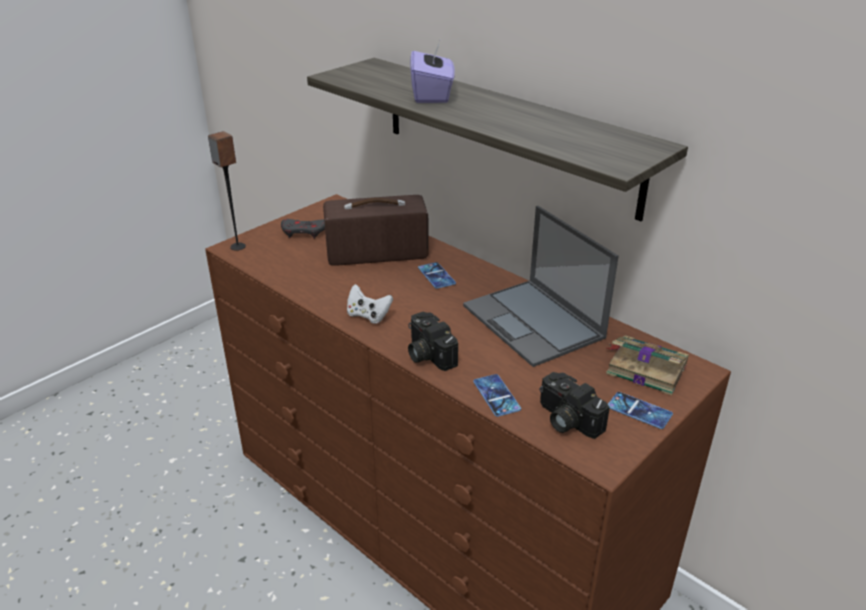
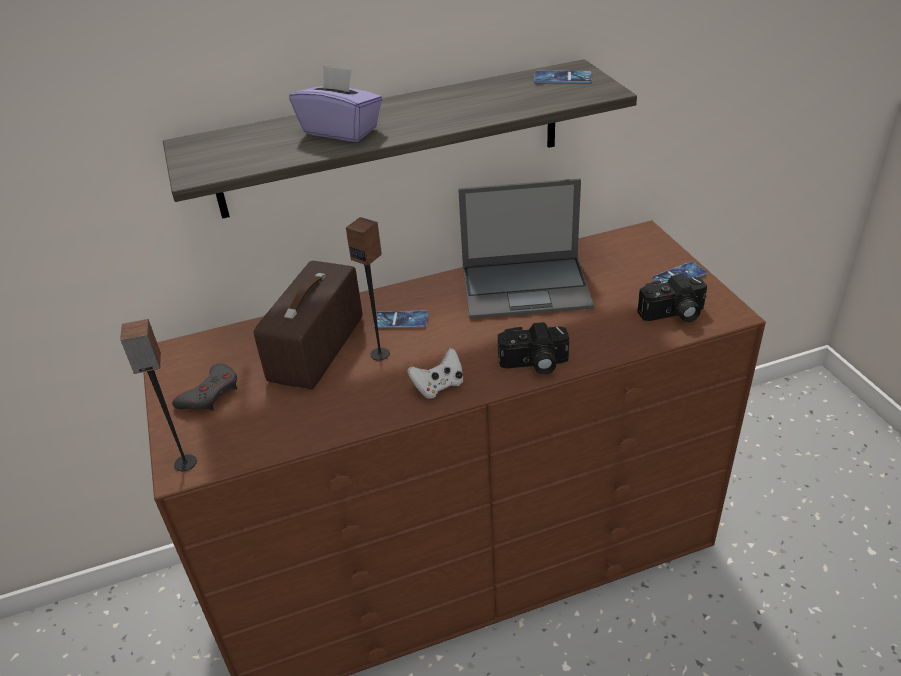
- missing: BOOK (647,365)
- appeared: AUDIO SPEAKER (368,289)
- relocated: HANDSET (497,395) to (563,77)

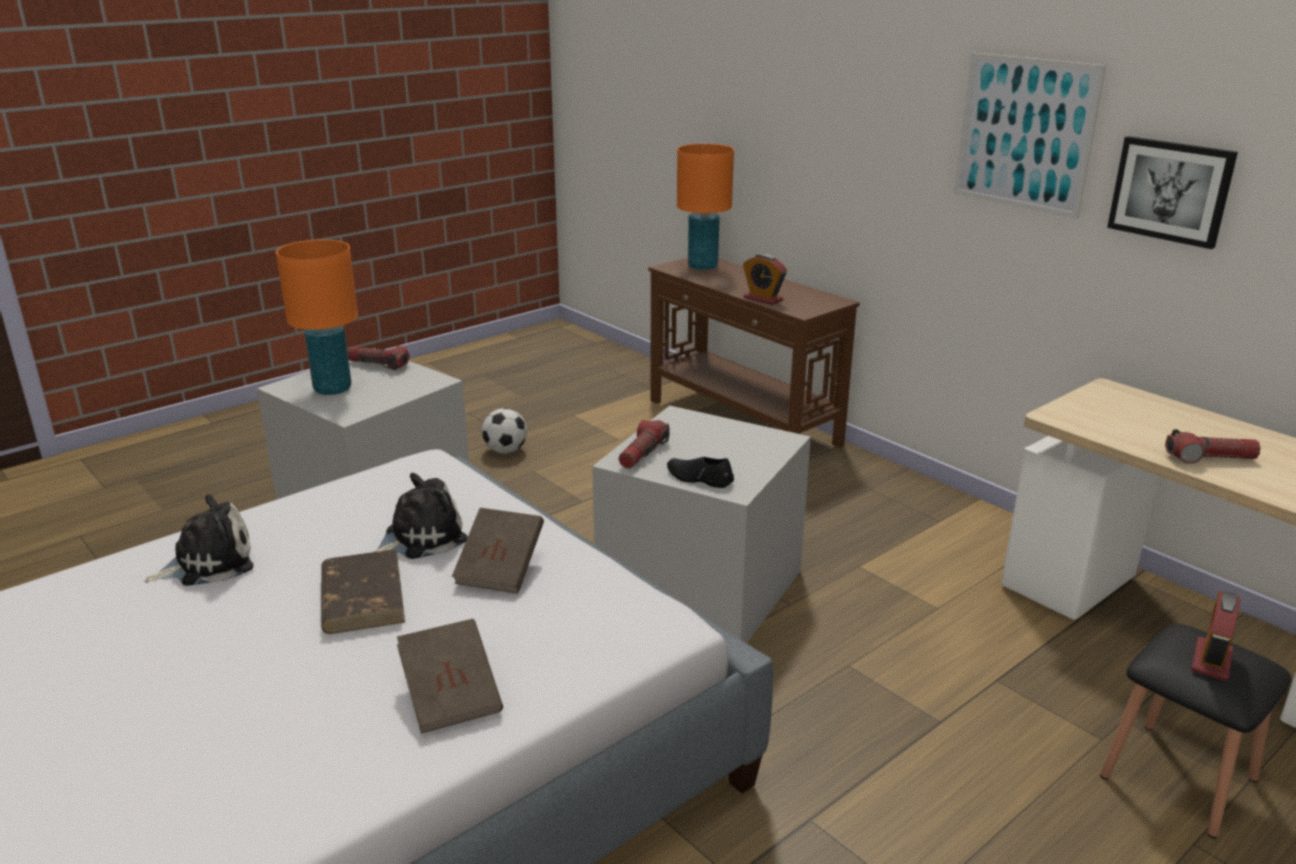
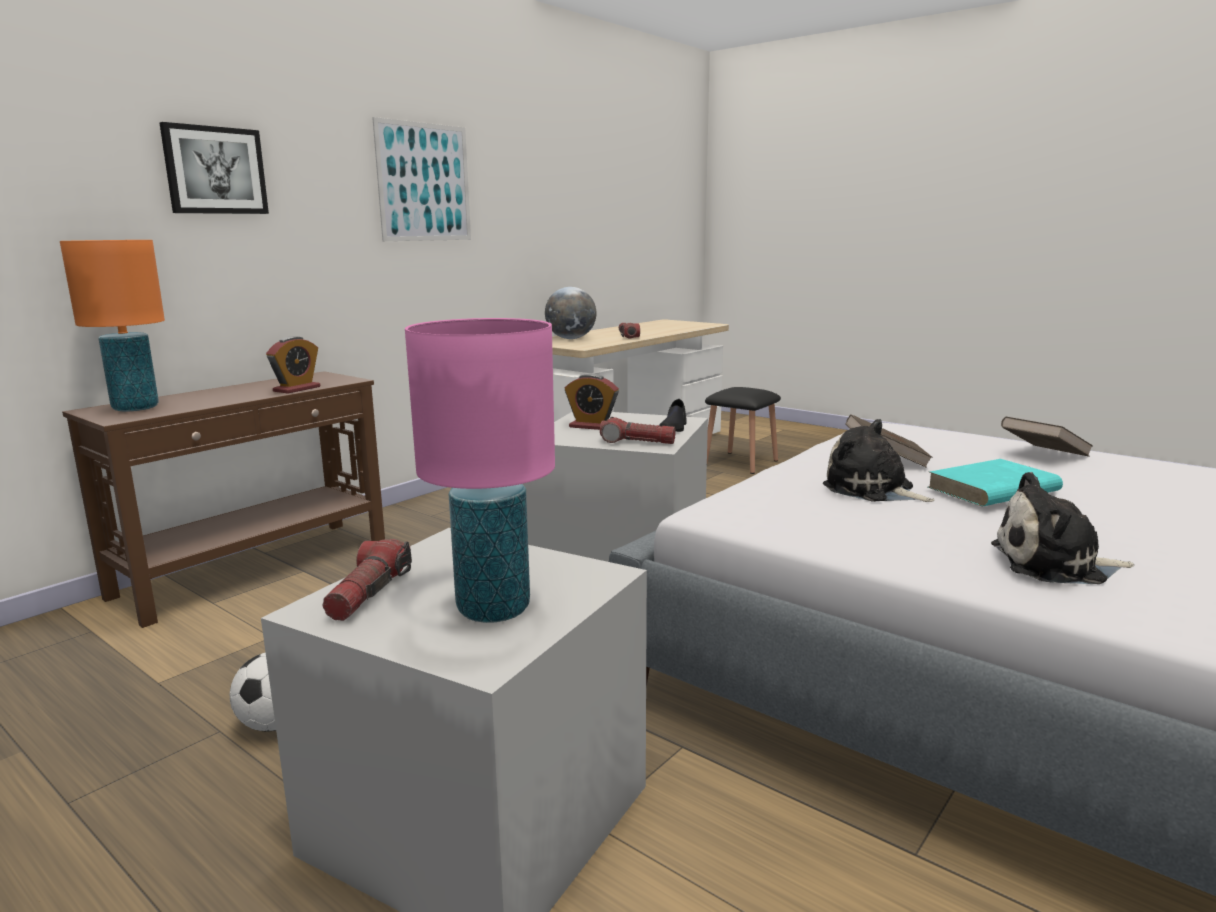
- appeared: DESK GLOBE (570,313)
- relocated: PICTURE (1172,192) to (214,168)
- relocated: ALARM CLOCK (1215,636) to (592,402)
- colour: ORANGE TABLE LAMP (317,317) to PINK TABLE LAMP (480,470)
- colour: BROWNISH BOOK (363,591) to TURQUOISE BOOK (995,482)
- spun: SOFT TOY (199,540) = (1062,528) 45 degrees counterclockwise

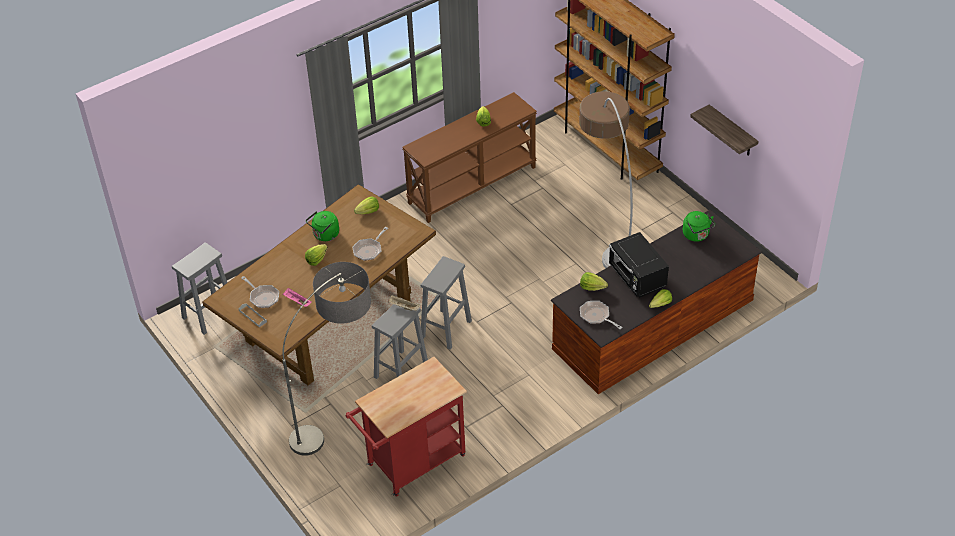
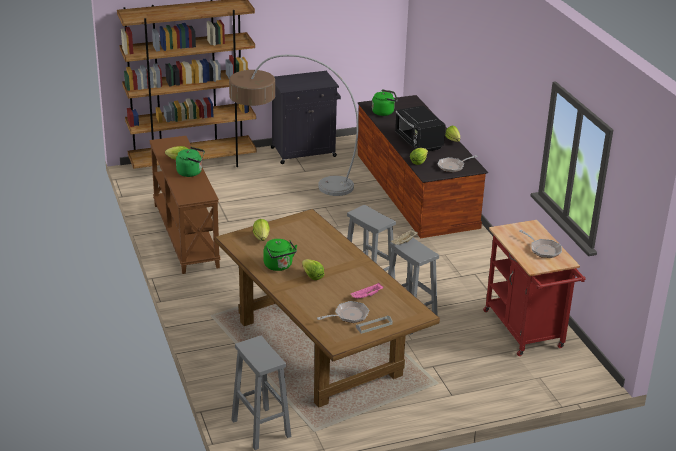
- missing: STANDING LAMP (326,359)
- missing: SHELF (724,130)
- appeared: GREEN-COLOURED TEA KETTLE (190,162)
- appeared: BLACK STORAGE CABINET (306,117)
- relocated: FRYING PAN (370,244) to (540,244)
- spun: BLACK KITCHEN MICROWAVE (639,264) = (420,128) 75 degrees clockwise

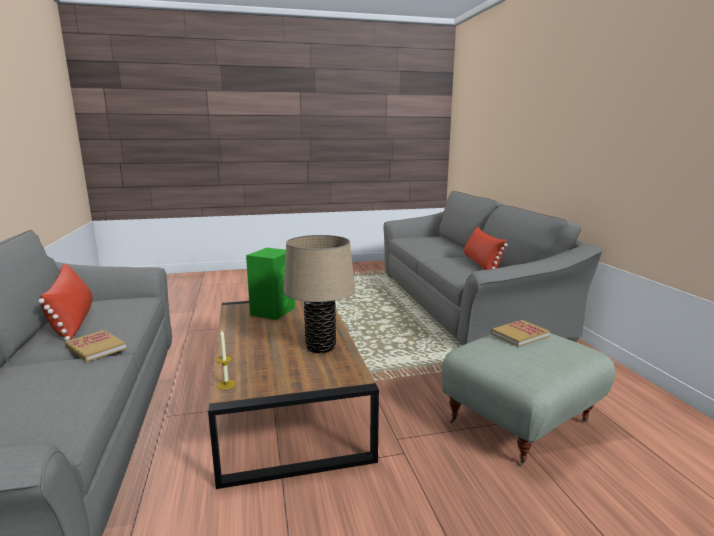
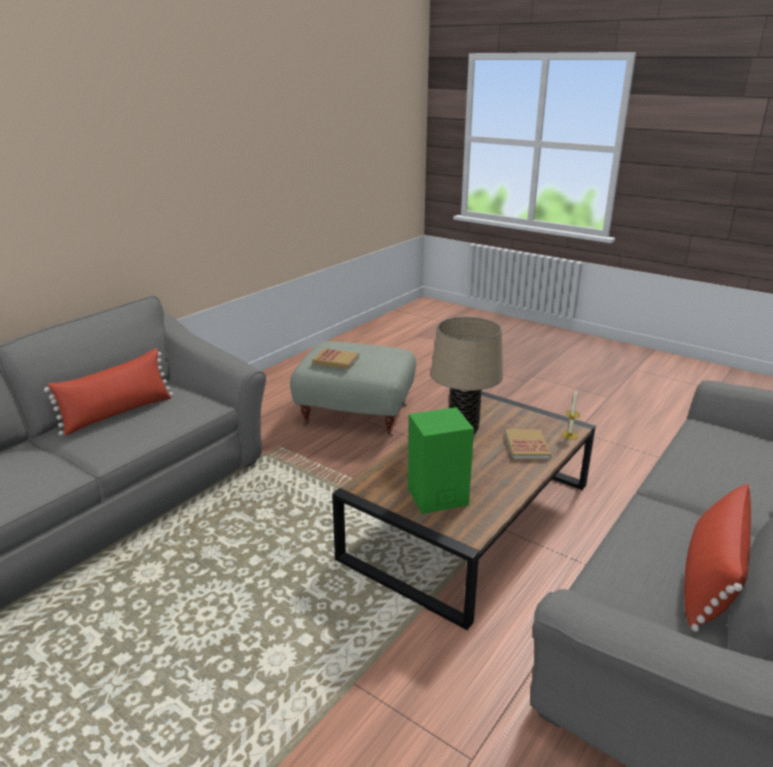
- relocated: BOOK (95,346) to (528,444)

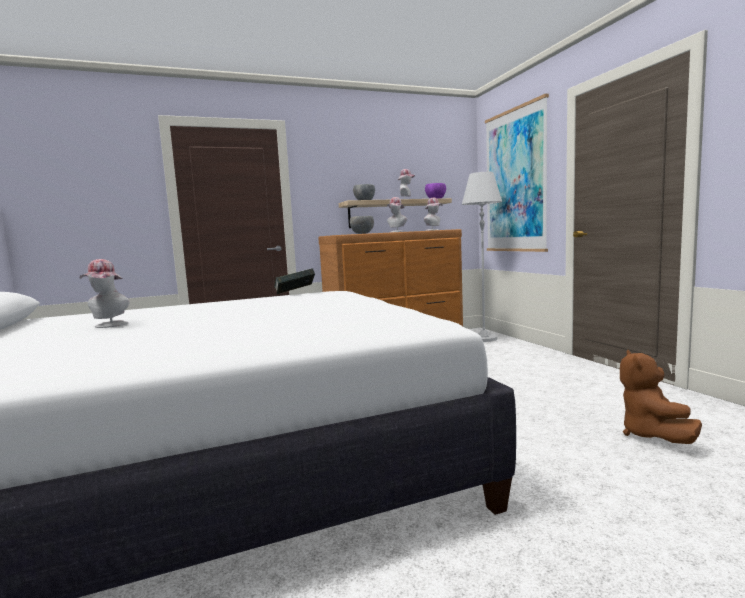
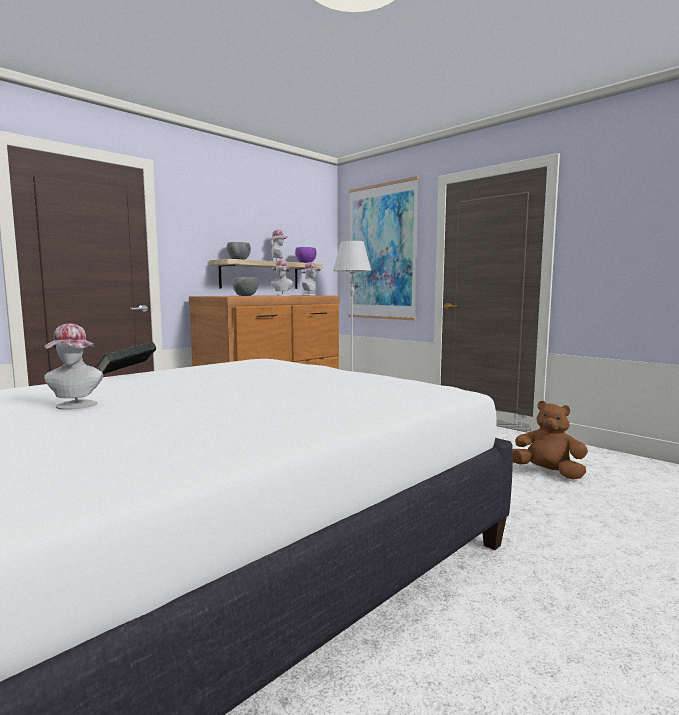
- relocated: BOOK (294,281) to (126,357)
- spun: BROWNISH SOFT TOY (661,397) = (550,440) 135 degrees clockwise

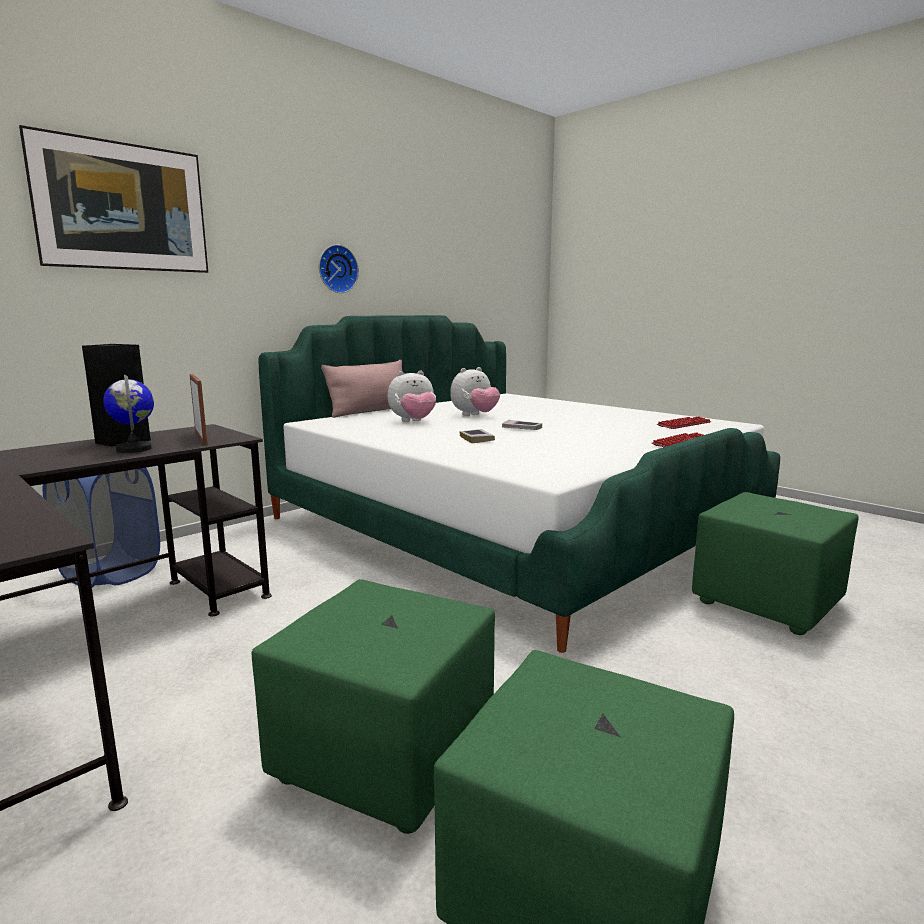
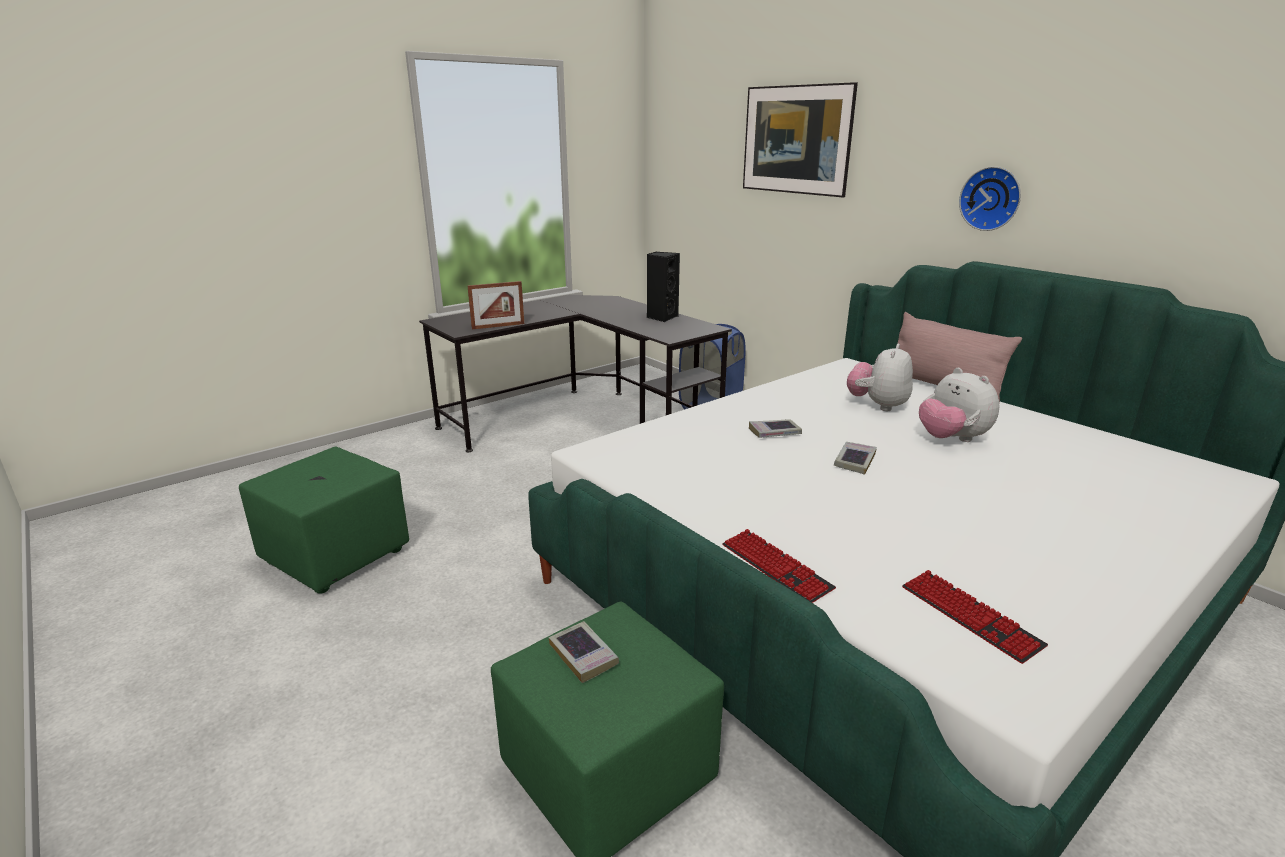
- missing: DESK GLOBE (128,413)
- missing: GREEN-COLOURED OTTOMAN (373,706)
- appeared: BOOK (584,652)
- relocated: STANDING FRAME (198,409) to (495,305)
- spun: SOFT TOY (412,396) = (880,377) 45 degrees clockwise

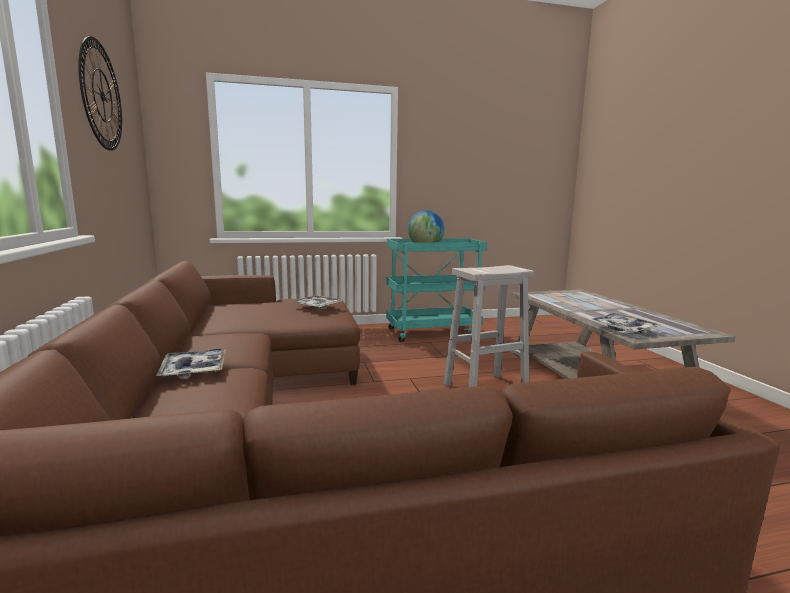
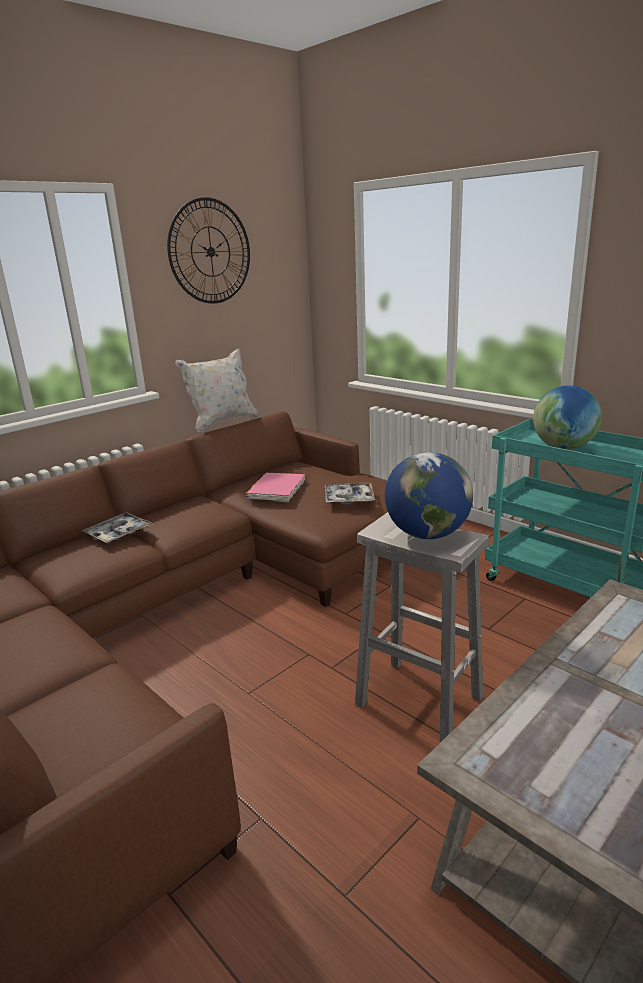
- missing: SERVING TRAY (624,323)
- appeared: WHITISH THROW PILLOW (217,390)
- appeared: PINK BOOK (276,488)
- appeared: DESK GLOBE (429,495)

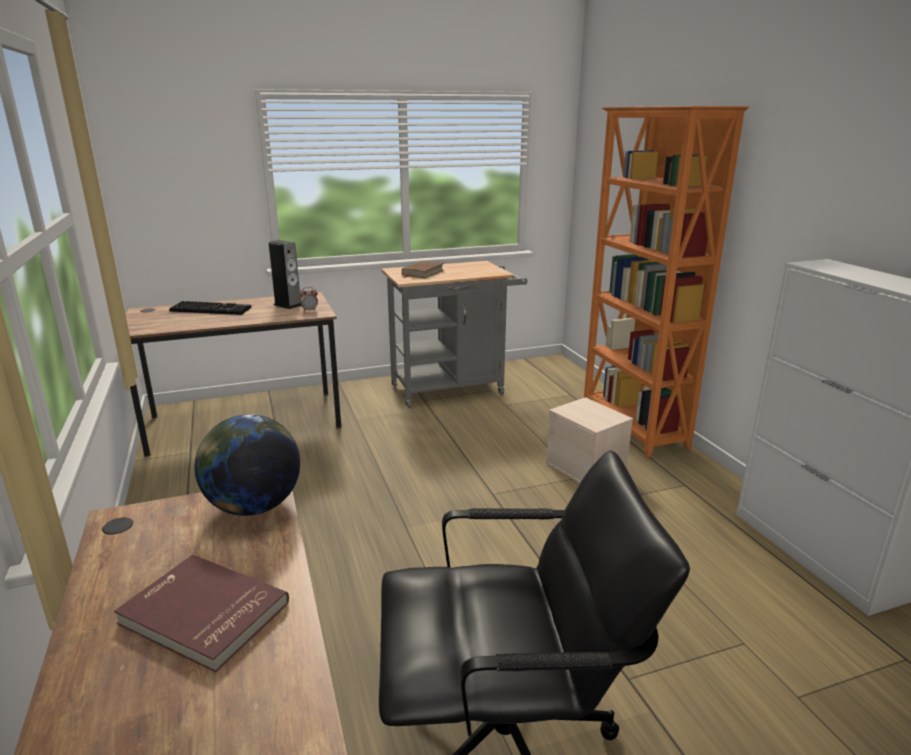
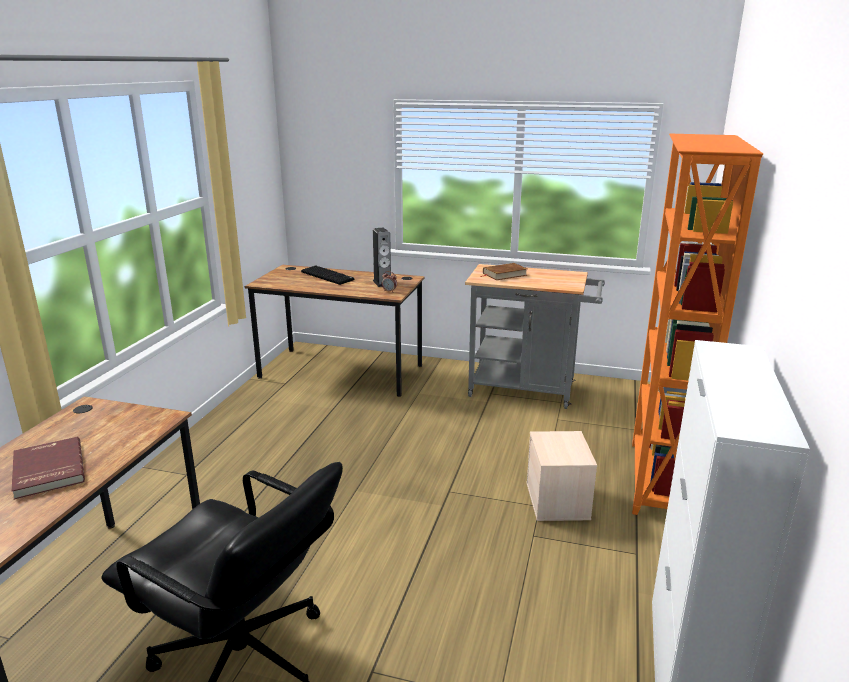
- missing: DESK GLOBE (247,465)

